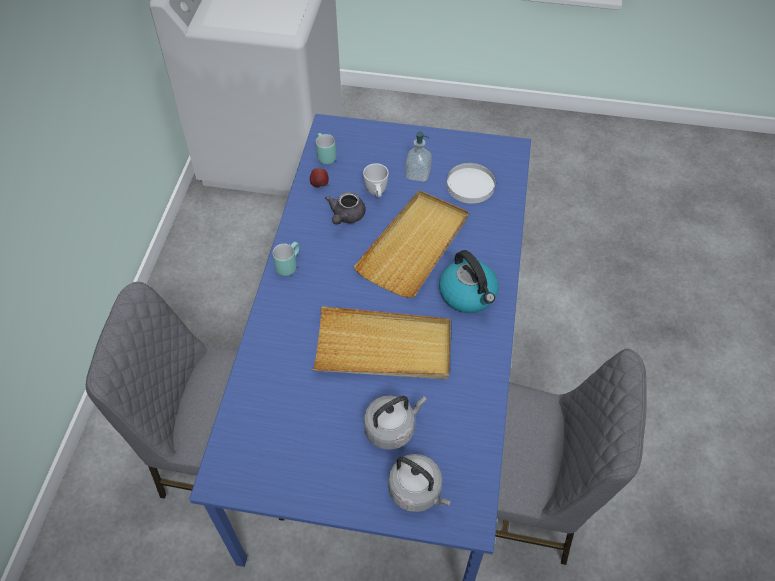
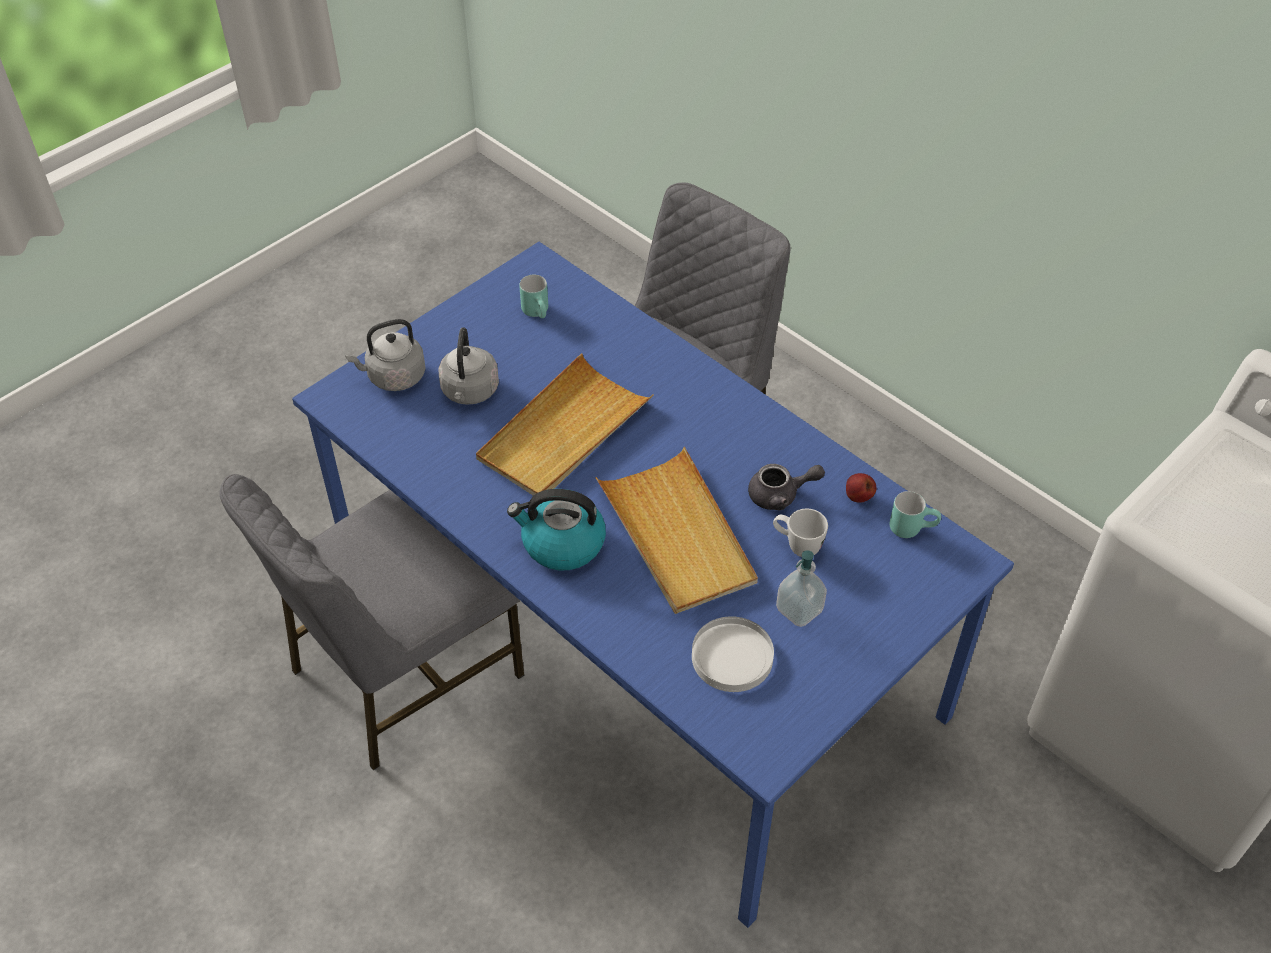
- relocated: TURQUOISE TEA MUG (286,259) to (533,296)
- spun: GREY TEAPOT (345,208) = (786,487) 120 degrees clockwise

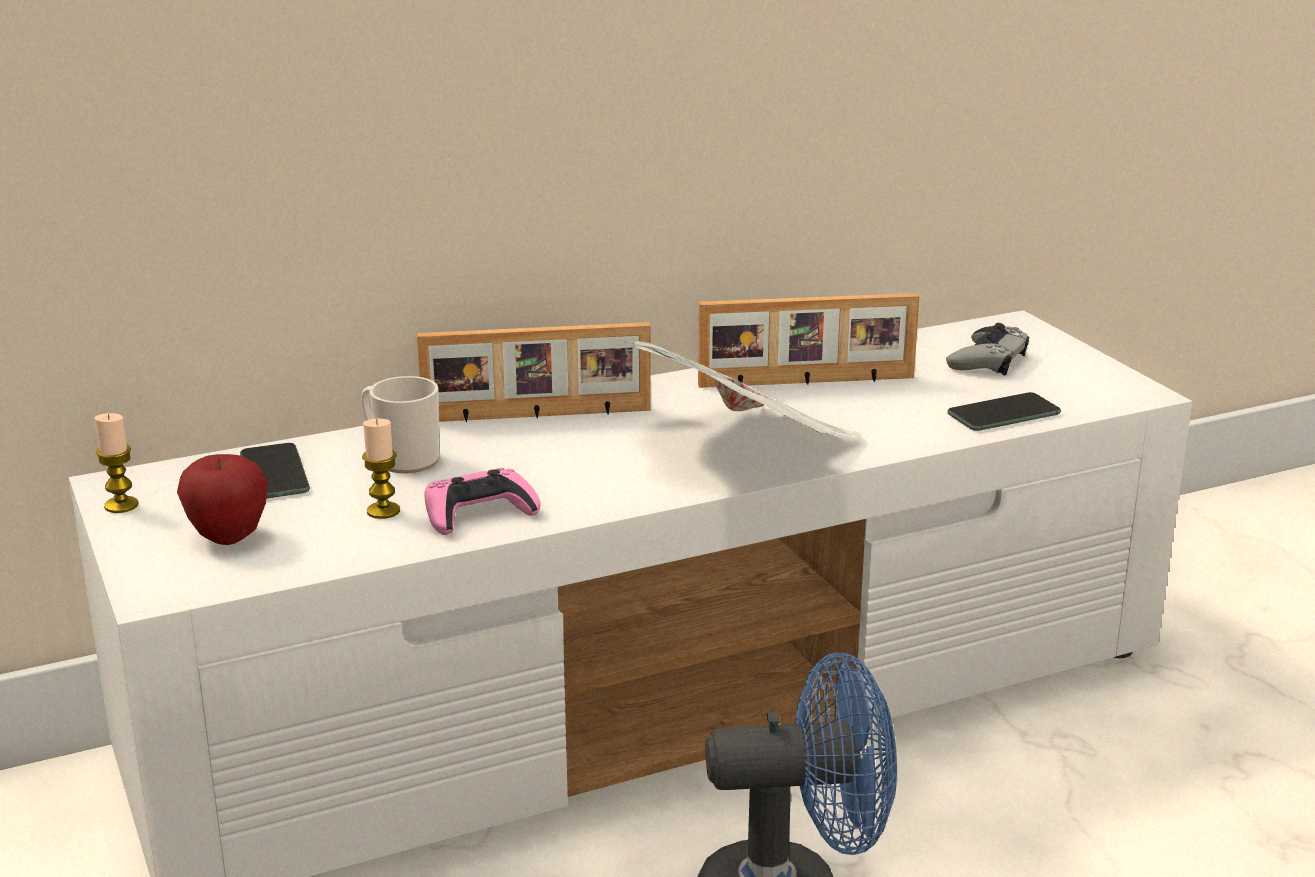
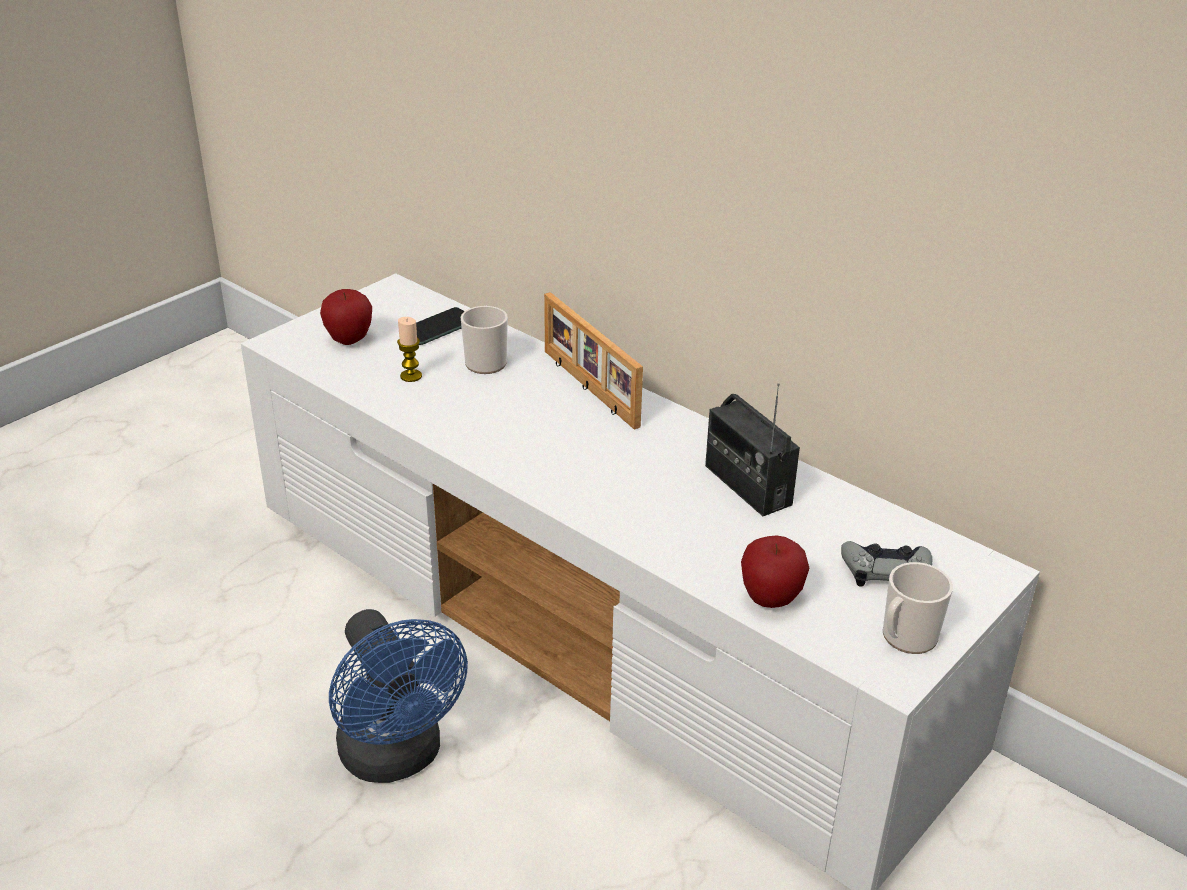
- missing: CANDLE (116,463)
- missing: PINK GAMEPAD (482,501)
- missing: PRINTED PAPER (744,389)
- appeared: TEA MUG (918,608)
- exchanged: STANDING FRAME (808,340) to RADIO RECEIVER (752,449)
- exchanged: HANDSET (1004,411) to APPLE (775,572)

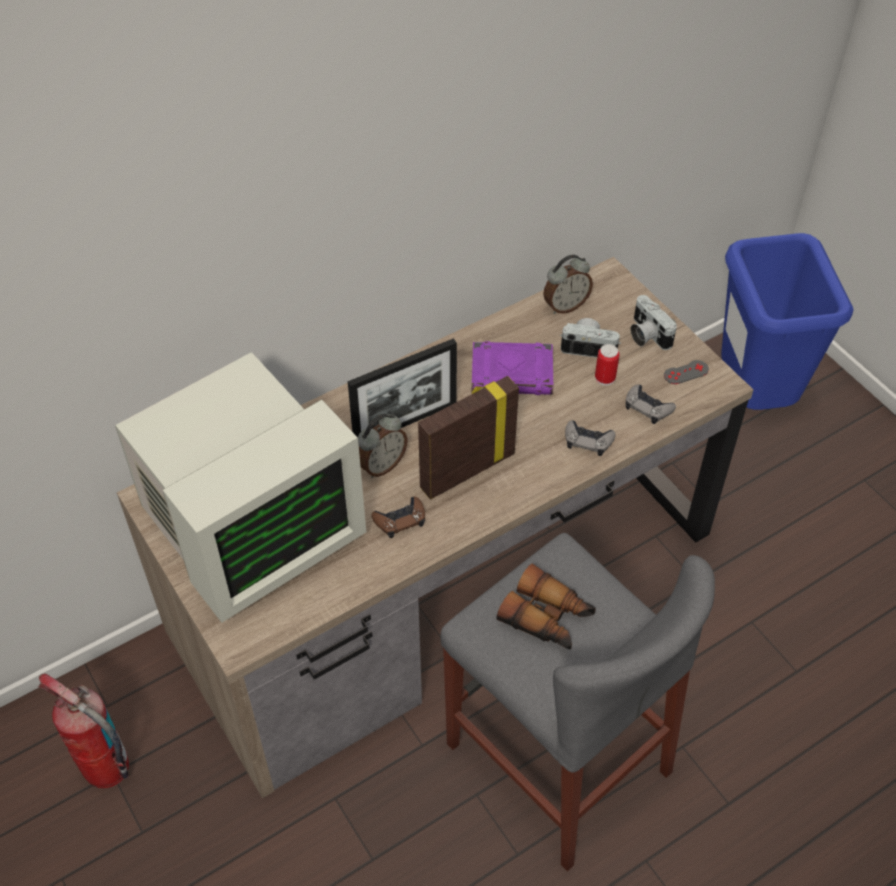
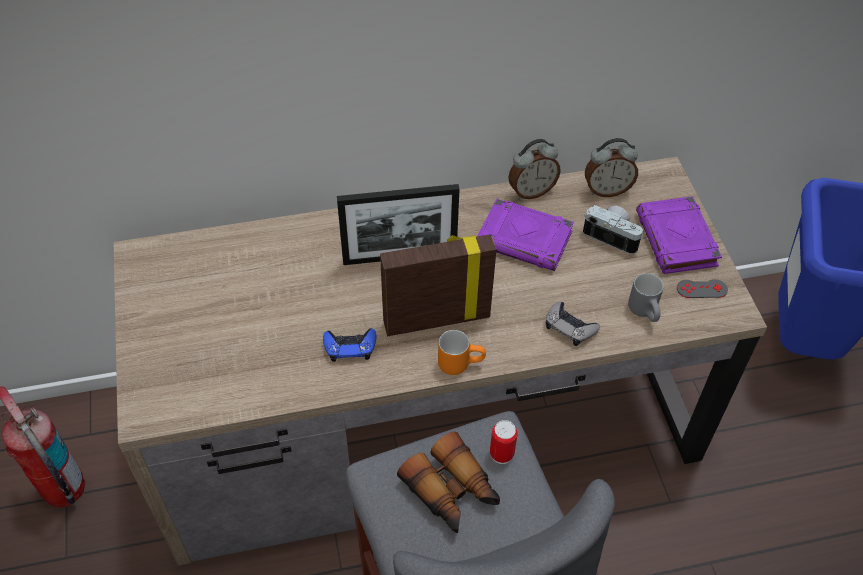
- missing: COMPUTER DISPLAY (240,487)
- appeared: ORANGE TEA MUG (462,352)
- relocated: ALARM CLOCK (382,446) to (534,169)
- relocated: CAN (607,365) to (504,442)
- exchanged: GREY GAMEPAD (650,404) to GREY TEA MUG (645,297)
- exchanged: STILL CAMERA (653,322) to PURPLE BOOK (679,235)
- colour: BROWNISH GAMEPAD (398,517) to BLUE-COLOURED GAMEPAD (350,345)

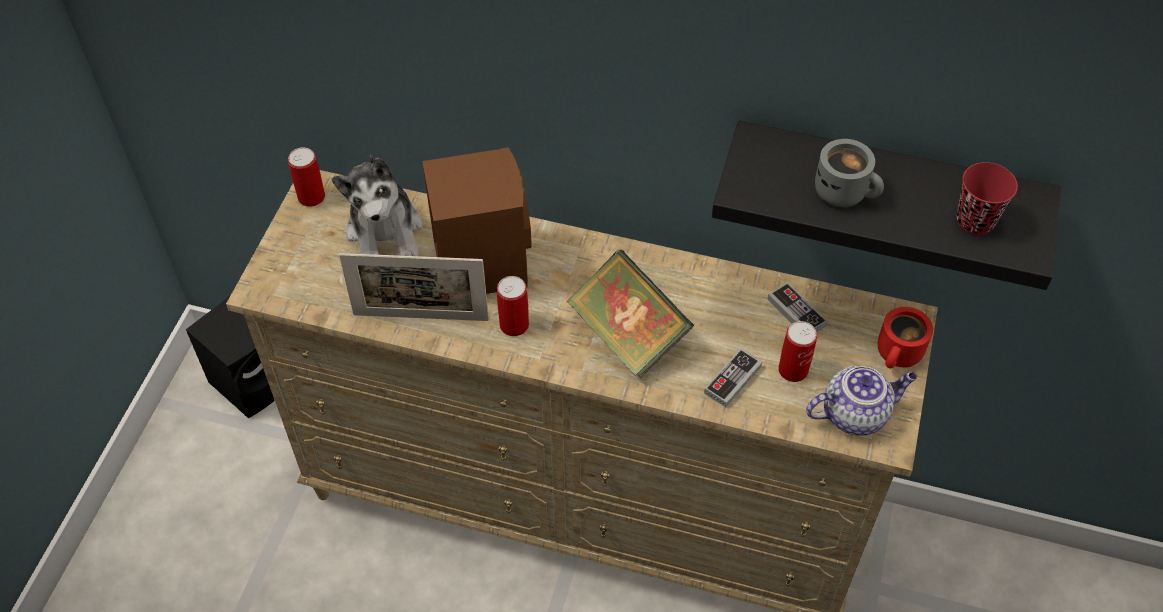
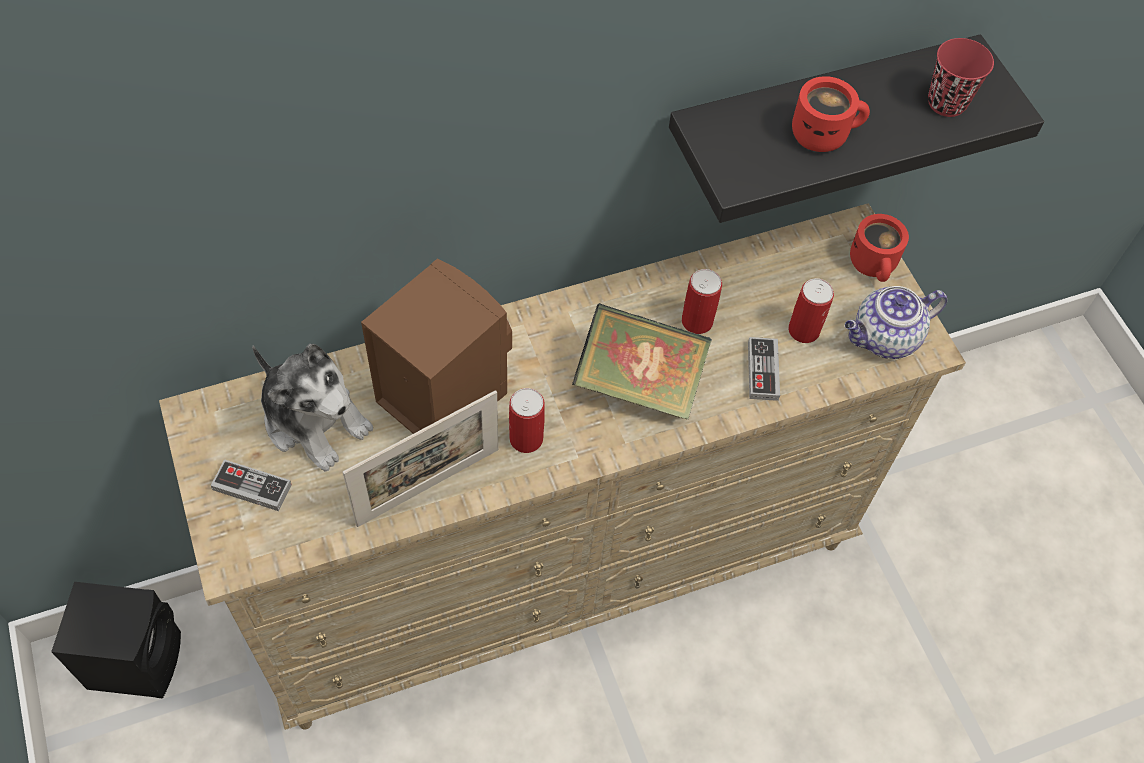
- relocated: CAN (306,177) to (702,301)
- relocated: GAMEPAD (797,307) to (251,485)
- colour: GREY TEA MUG (849,173) to REDDISH TEA MUG (831,114)
- spun: TEAPOT (861,401) = (896,322) 150 degrees counterclockwise

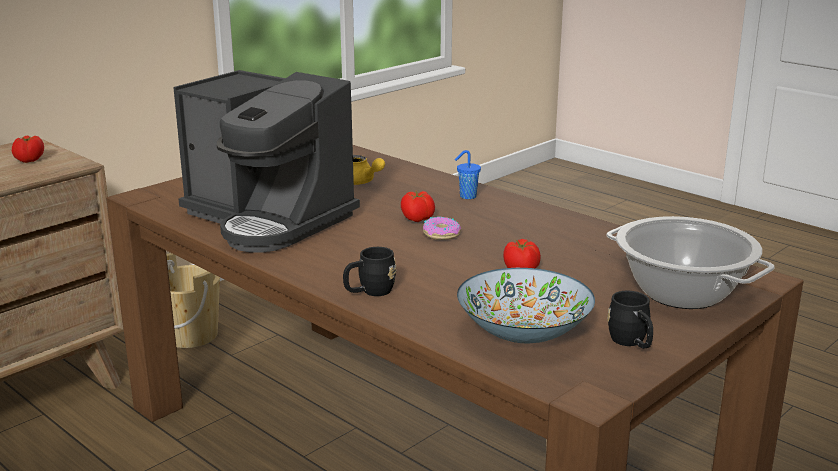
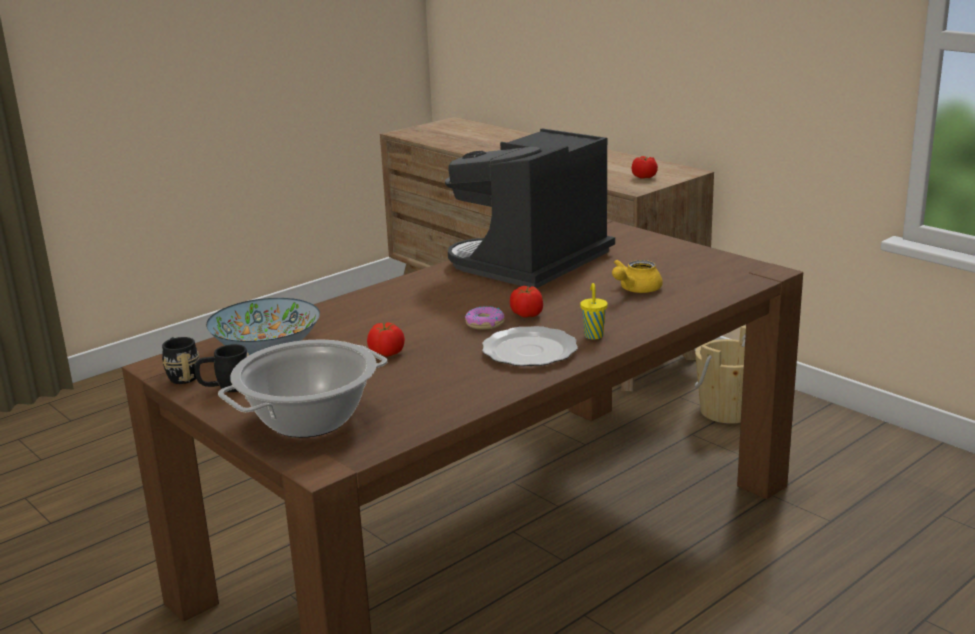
- appeared: DINNER PLATE (530,346)
- relocated: BLACK TEA MUG (369,271) to (181,360)
- colour: BLUE-COLOURED DRINKING CUP (468,174) to YELLOW DRINKING CUP (594,311)

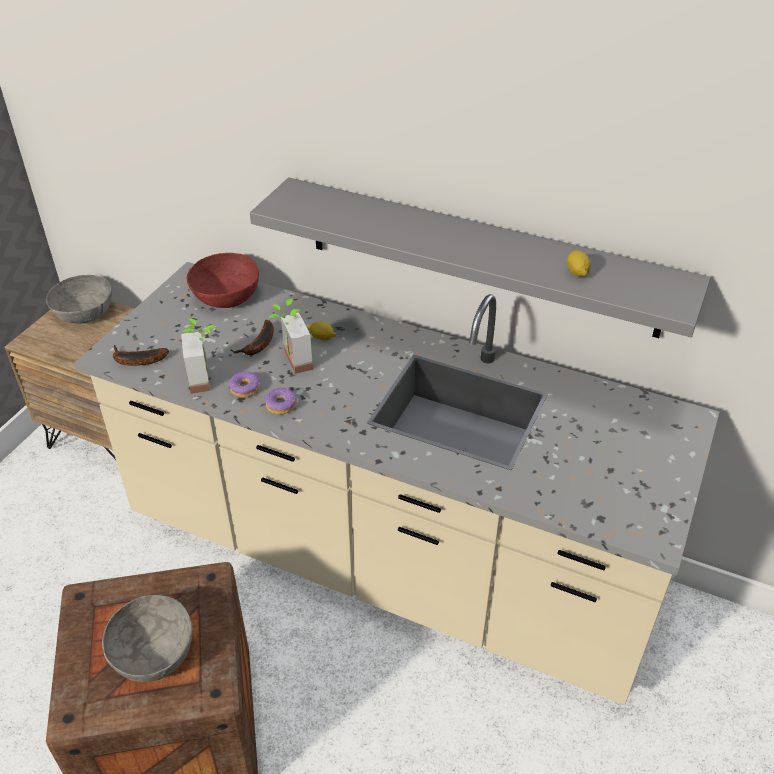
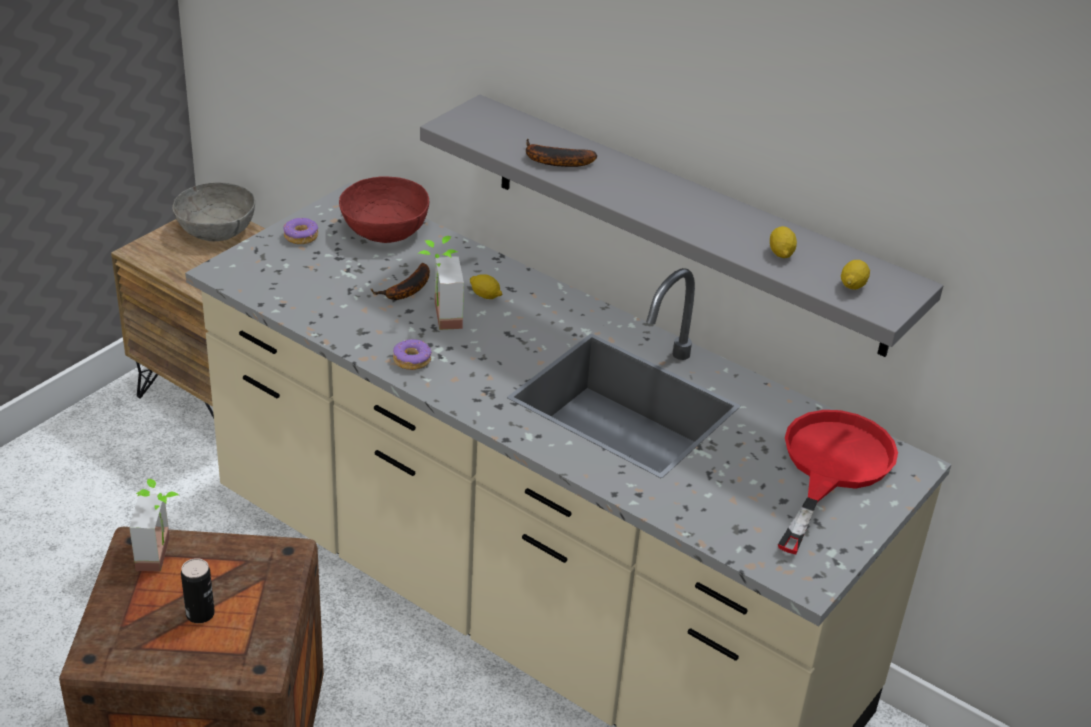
- appeared: REDDISH FRYING PAN (838,482)
- appeared: WHOLE LEMON (855,275)
- relocated: BANANA (141,355) to (561,152)
- relocated: POTTED PLANT (198,356) to (154,525)
- relocated: DONUT (244,384) to (300,231)
- exchanged: GREY SERVING BOWL (147,638) to CAN (198,590)

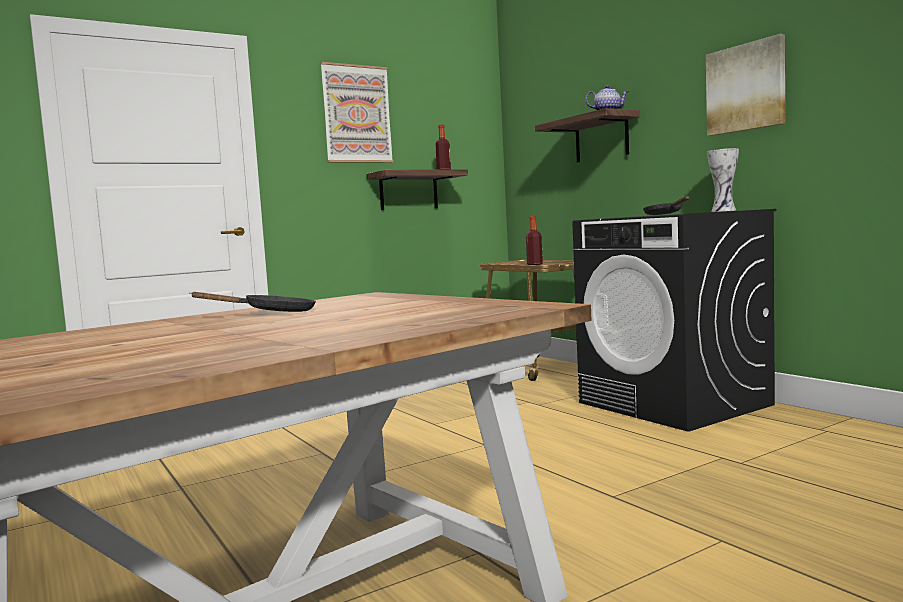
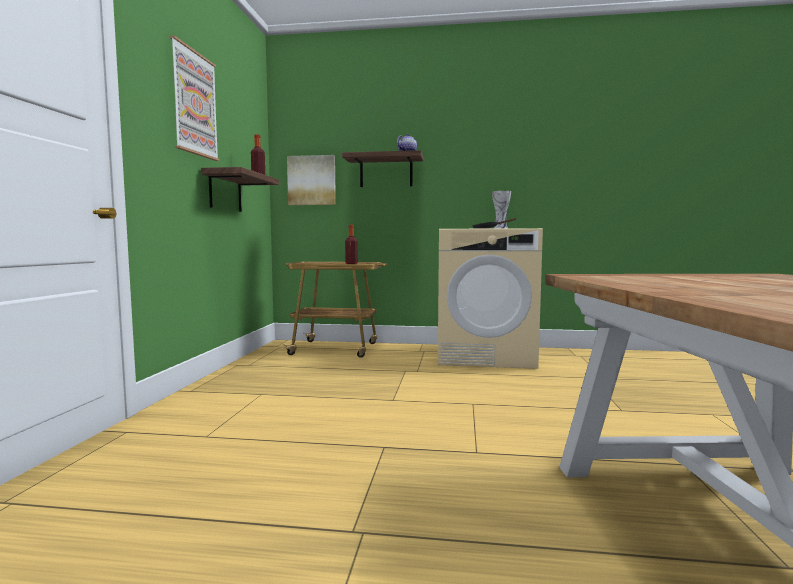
- missing: BLACK FRYING PAN (253,302)
- relocated: PICTURE (745,85) to (311,180)
- colour: BLACK LAUNDRY MACHINE (674,320) to SAND-COLOURED LAUNDRY MACHINE (490,298)

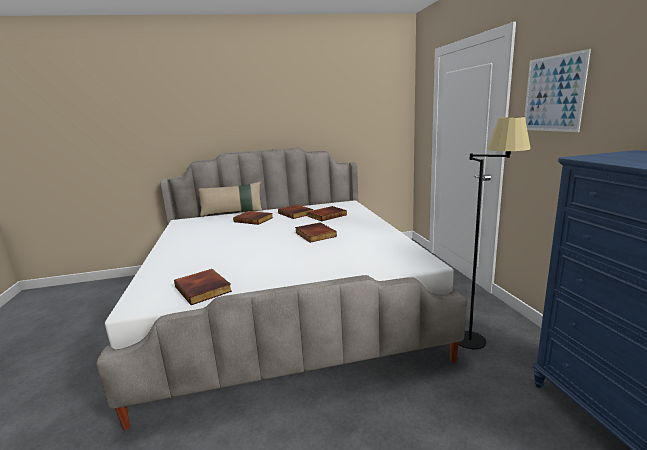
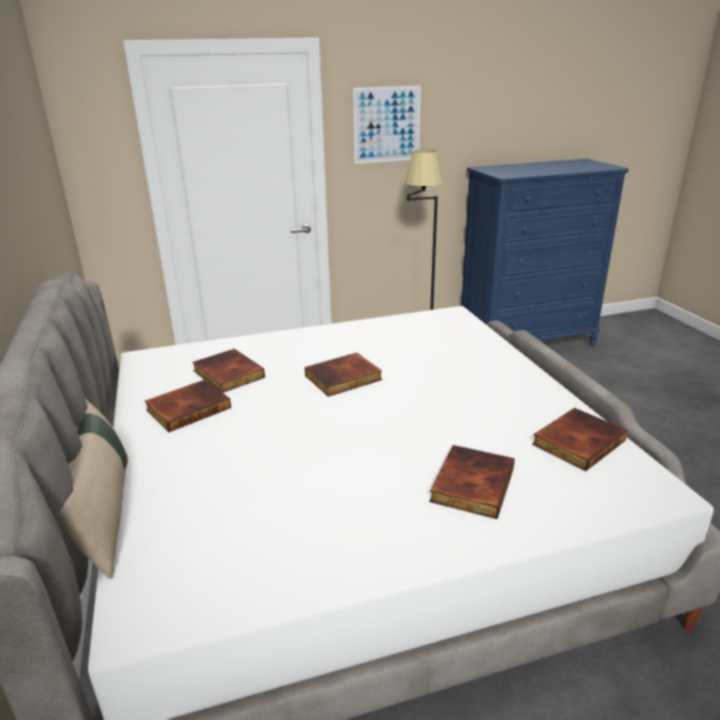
- relocated: BOOK (253,218) to (472,482)

